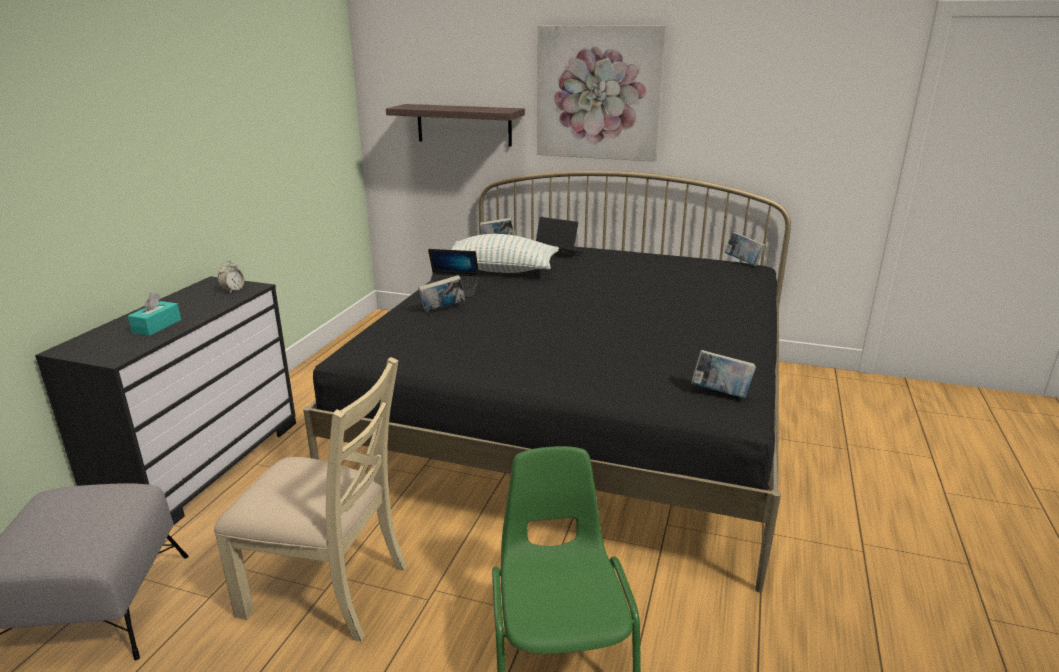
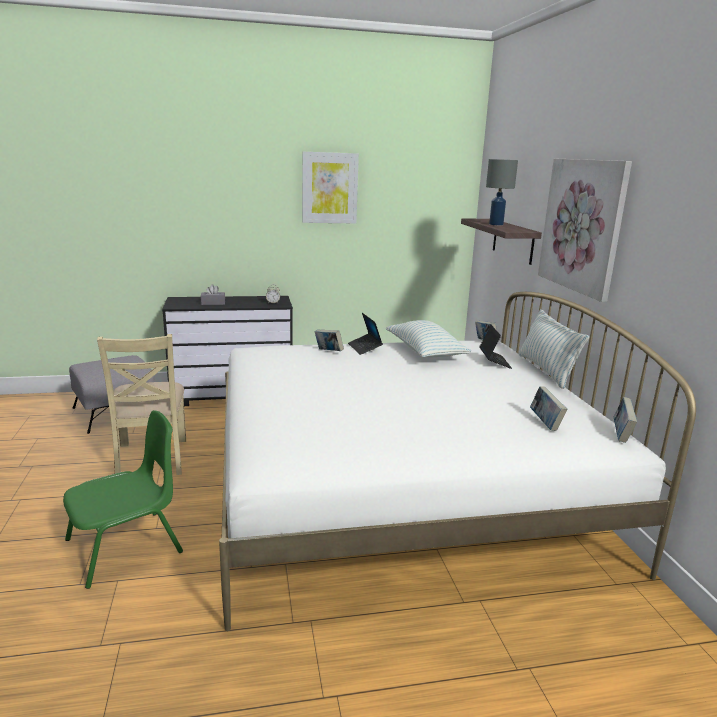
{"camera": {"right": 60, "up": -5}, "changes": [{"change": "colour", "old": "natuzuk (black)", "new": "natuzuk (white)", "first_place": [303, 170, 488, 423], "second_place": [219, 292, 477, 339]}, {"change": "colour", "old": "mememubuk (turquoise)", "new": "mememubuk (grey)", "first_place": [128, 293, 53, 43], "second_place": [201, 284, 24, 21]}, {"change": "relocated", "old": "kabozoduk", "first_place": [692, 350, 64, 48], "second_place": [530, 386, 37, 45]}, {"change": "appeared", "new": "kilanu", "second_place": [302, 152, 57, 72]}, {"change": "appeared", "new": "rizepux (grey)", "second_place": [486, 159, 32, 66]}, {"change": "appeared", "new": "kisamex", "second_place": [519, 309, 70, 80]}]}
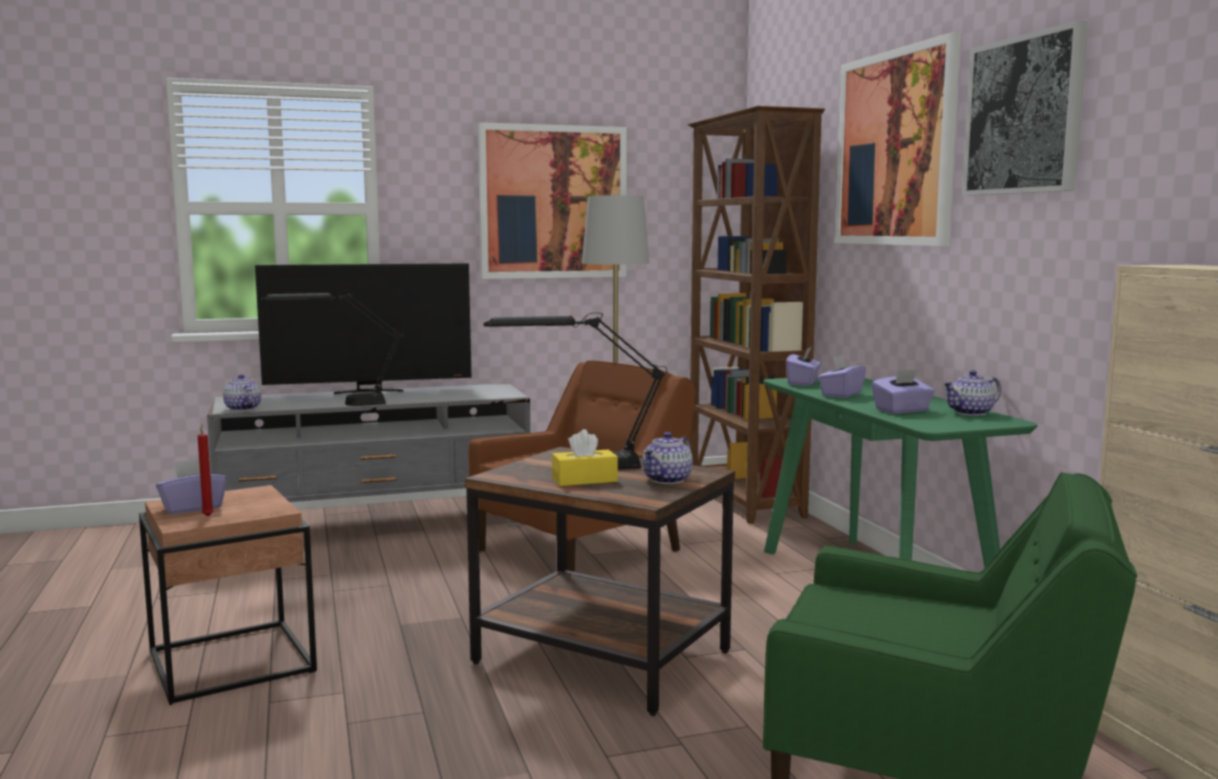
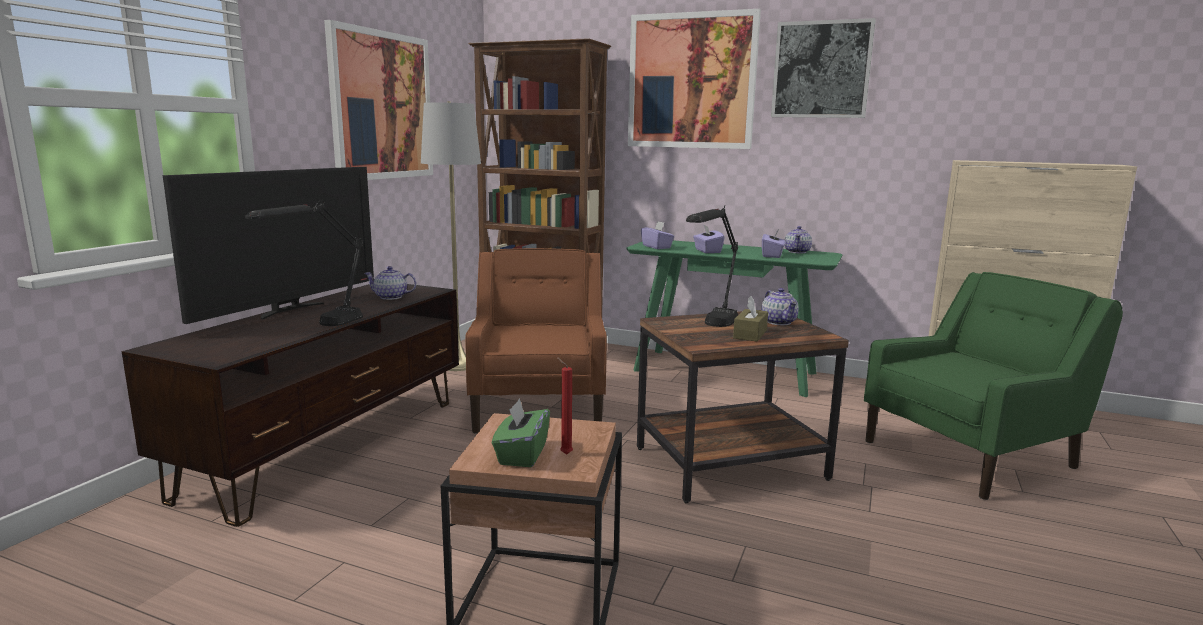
{"camera": {"right": -50, "up": 5}, "changes": [{"change": "relocated", "old": "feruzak", "first_place": [223, 374, 38, 37], "second_place": [364, 266, 53, 34]}, {"change": "colour", "old": "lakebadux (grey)", "new": "lakebadux (brown)", "first_place": [207, 383, 323, 143], "second_place": [122, 284, 337, 243]}, {"change": "colour", "old": "mememubuk (yellow)", "new": "mememubuk (brown)", "first_place": [552, 429, 66, 57], "second_place": [733, 296, 35, 46]}, {"change": "colour", "old": "mememubuk (purple)", "new": "mememubuk (green)", "first_place": [156, 460, 71, 54], "second_place": [492, 398, 58, 69]}]}
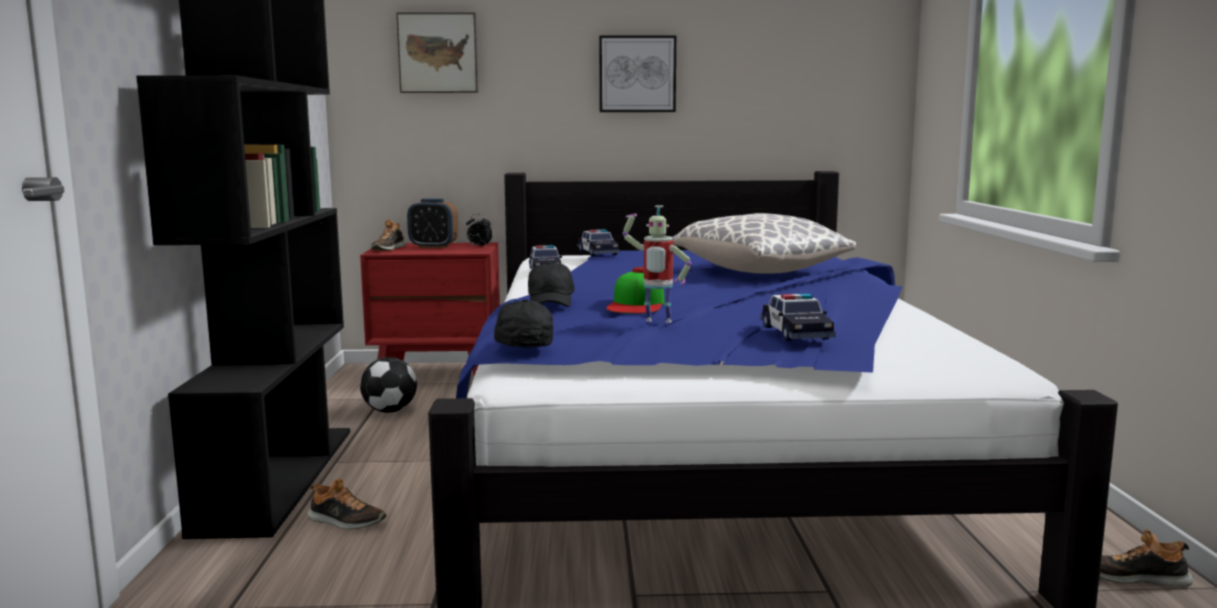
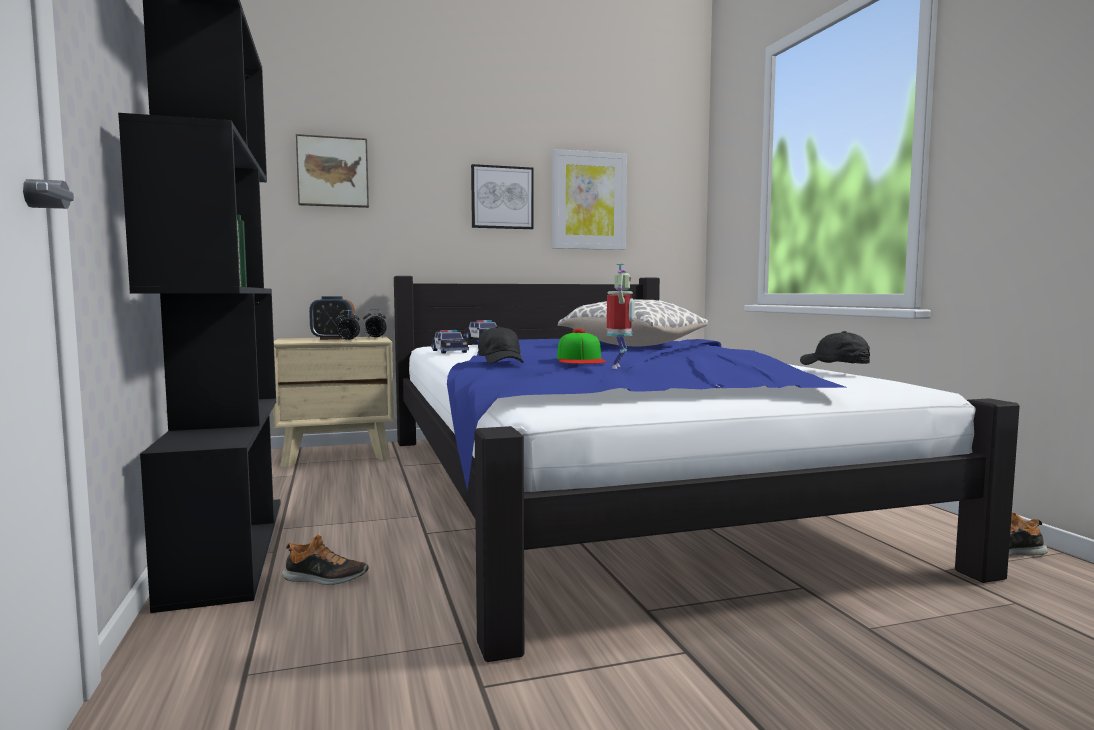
{"camera": {"right": -15, "up": -5}, "changes": [{"change": "spun", "old": "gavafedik", "first_place": [622, 206, 70, 117], "second_place": [607, 264, 28, 105], "degrees": -75}, {"change": "missing", "old": "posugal", "first_place": [371, 219, 35, 32]}, {"change": "colour", "old": "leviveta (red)", "new": "leviveta (beige)", "first_place": [360, 242, 140, 134], "second_place": [273, 336, 121, 131]}, {"change": "missing", "old": "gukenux", "first_place": [760, 293, 76, 48]}, {"change": "relocated", "old": "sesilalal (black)", "first_place": [494, 299, 59, 49], "second_place": [800, 331, 70, 34]}, {"change": "missing", "old": "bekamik", "first_place": [360, 357, 57, 56]}, {"change": "appeared", "new": "kilanu", "second_place": [552, 149, 75, 101]}, {"change": "appeared", "new": "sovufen", "second_place": [335, 310, 25, 31]}]}
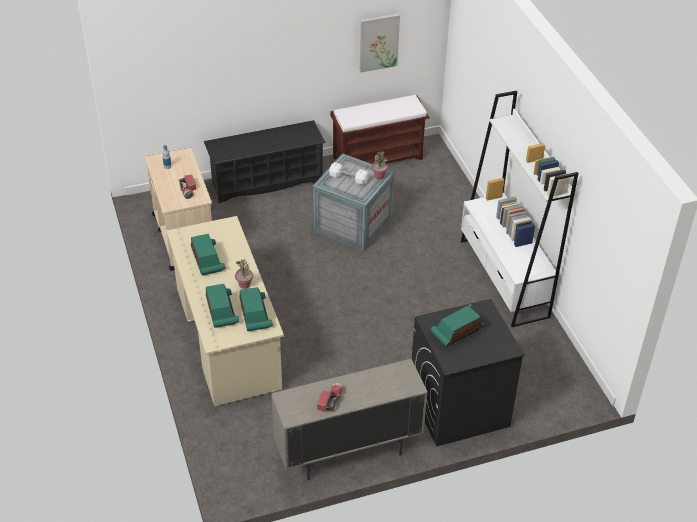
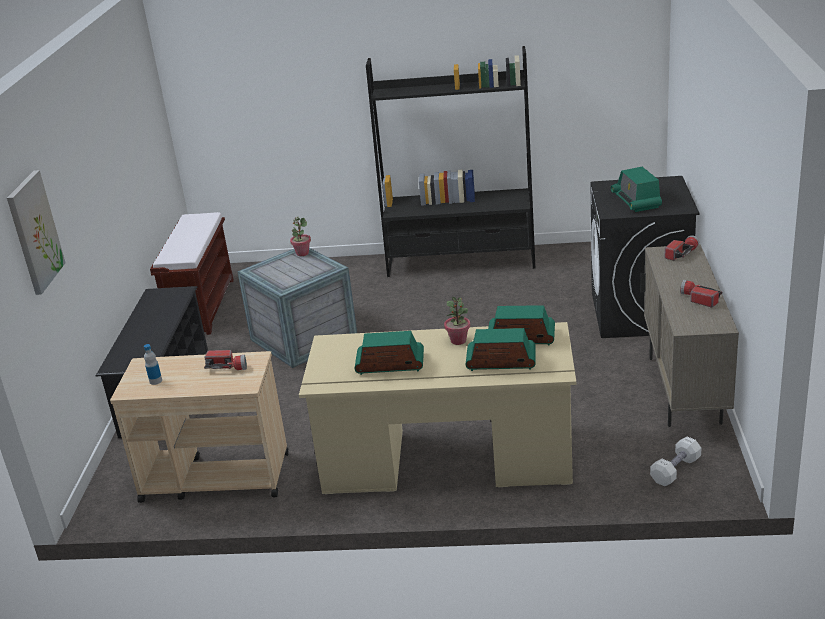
{"camera": {"right": -65, "up": -15}, "changes": [{"change": "relocated", "old": "kilanu", "first_place": [360, 14, 40, 59], "second_place": [7, 170, 59, 125]}, {"change": "colour", "old": "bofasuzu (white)", "new": "bofasuzu (black)", "first_place": [461, 91, 118, 236], "second_place": [366, 46, 169, 231]}, {"change": "relocated", "old": "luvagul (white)", "first_place": [329, 162, 39, 23], "second_place": [650, 436, 52, 50]}, {"change": "appeared", "new": "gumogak", "second_place": [664, 235, 35, 26]}]}
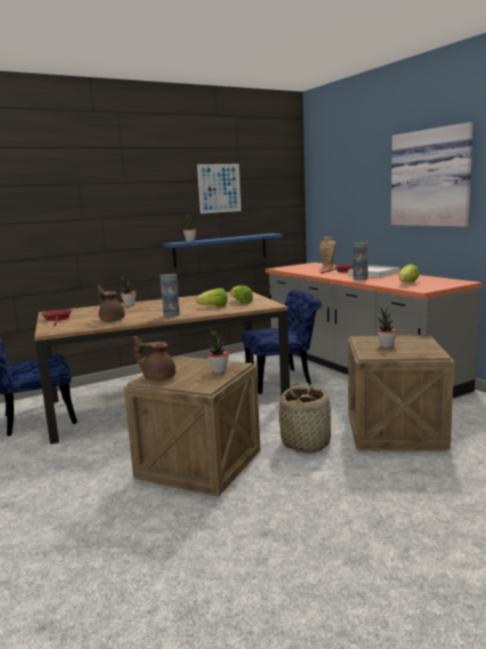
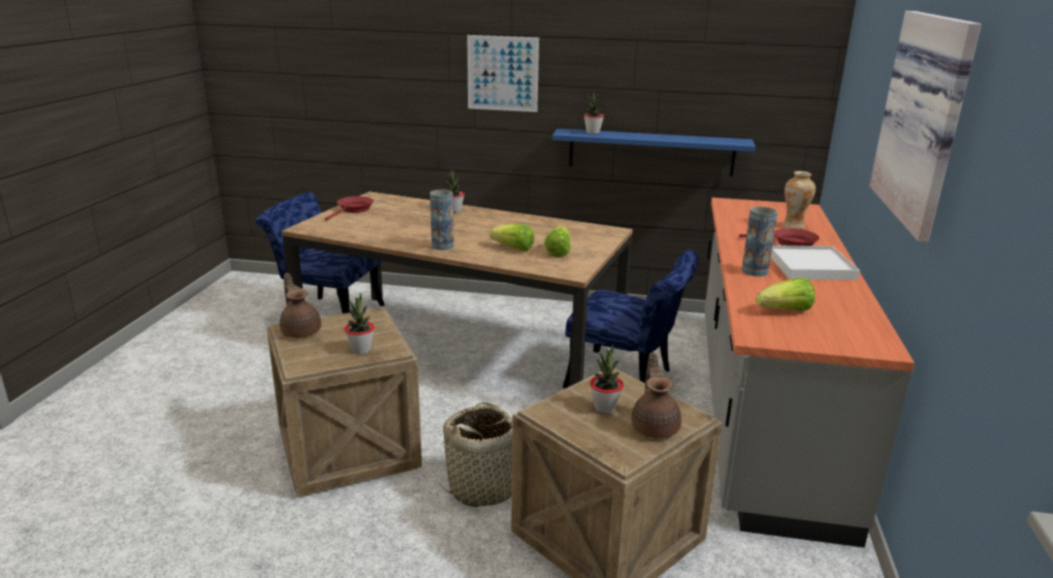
{"camera": {"right": 40, "up": 10}, "changes": [{"change": "relocated", "old": "kilanu", "first_place": [197, 164, 44, 50], "second_place": [467, 35, 72, 77]}, {"change": "relocated", "old": "feruzak (brown)", "first_place": [98, 285, 27, 37], "second_place": [631, 352, 50, 86]}]}
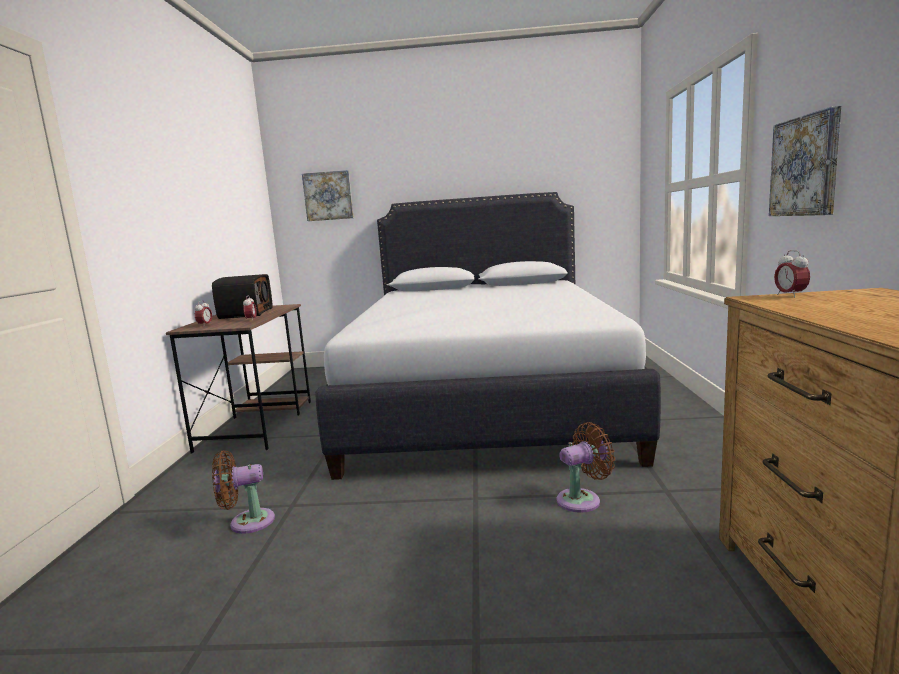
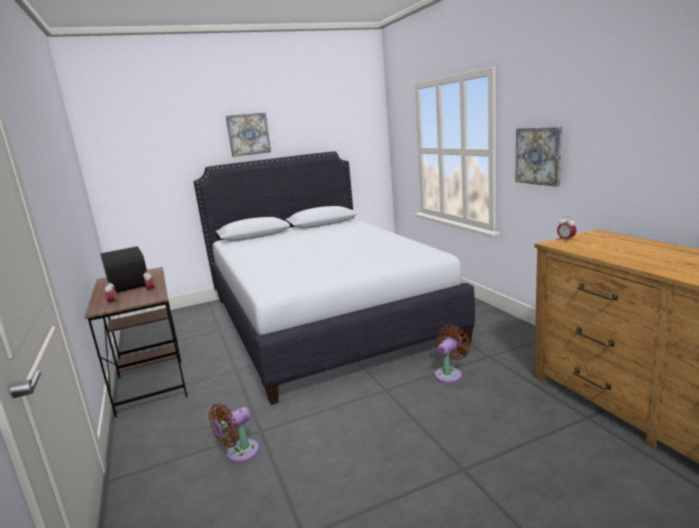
{"camera": {"right": -25, "up": 5}, "changes": [{"change": "relocated", "old": "kilanu", "first_place": [302, 170, 52, 51], "second_place": [226, 113, 45, 44]}]}
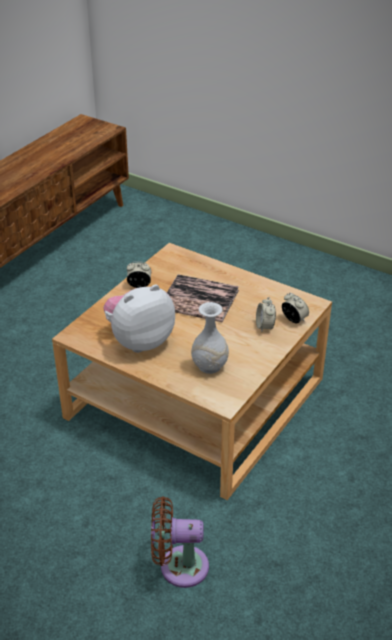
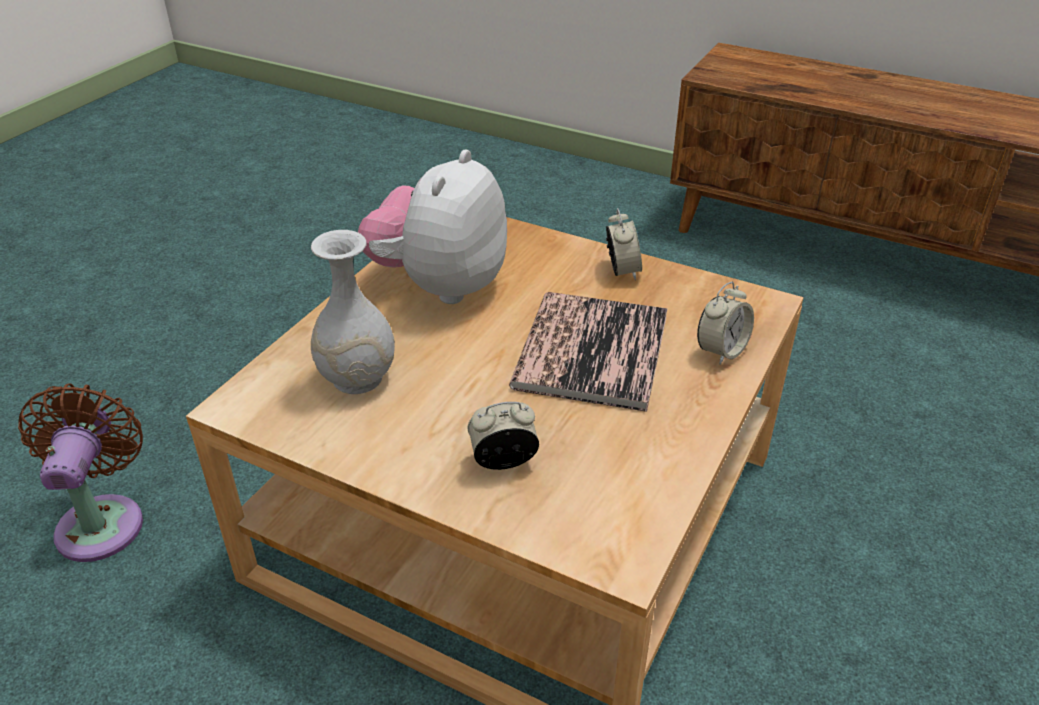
{"camera": {"right": 85, "up": 0}, "changes": [{"change": "spun", "old": "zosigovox", "first_place": [103, 284, 72, 69], "second_place": [358, 149, 149, 155], "degrees": -120}, {"change": "relocated", "old": "sovufen", "first_place": [282, 293, 27, 31], "second_place": [697, 282, 57, 83]}]}
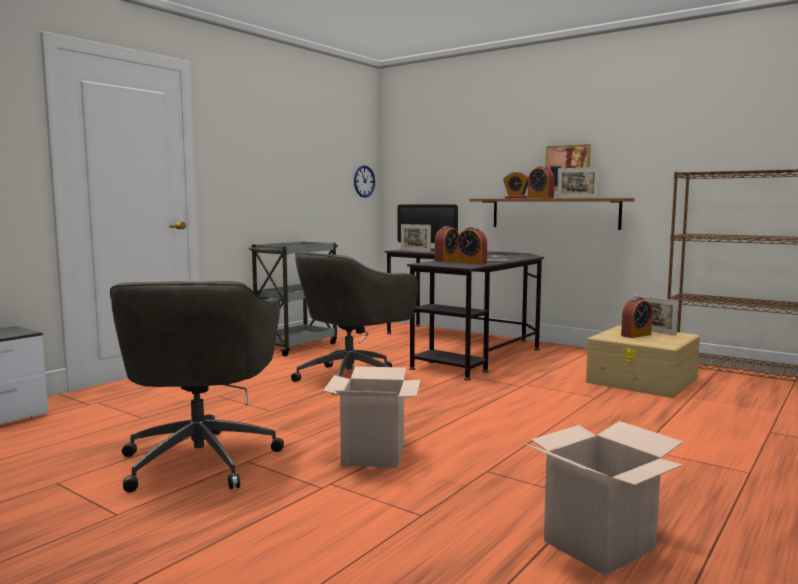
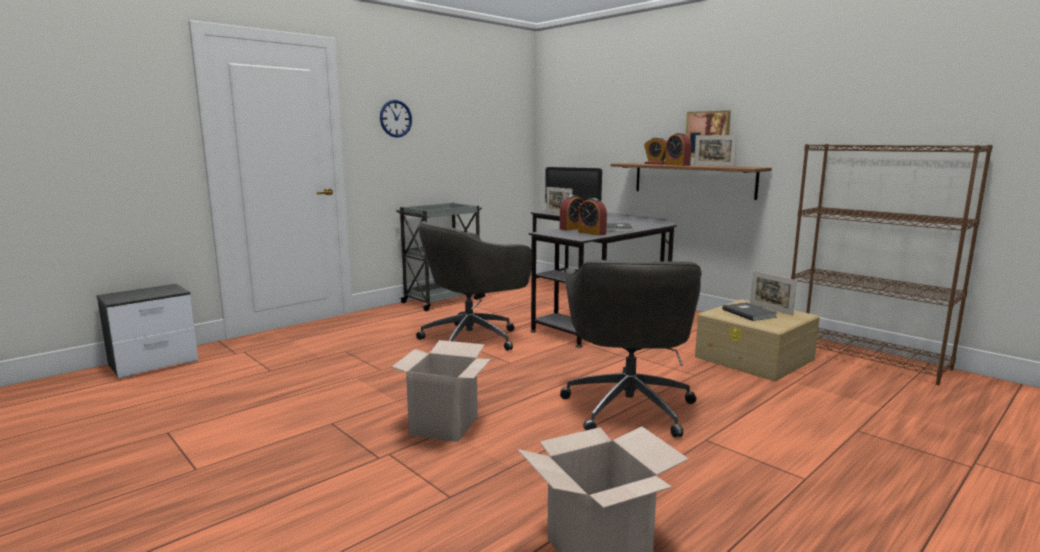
{"camera": {"right": 10, "up": 5}, "changes": [{"change": "relocated", "old": "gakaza", "first_place": [354, 165, 21, 33], "second_place": [380, 100, 32, 38]}, {"change": "relocated", "old": "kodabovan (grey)", "first_place": [110, 281, 174, 211], "second_place": [560, 260, 142, 177]}, {"change": "exchanged", "old": "sovufen", "new": "kabozoduk (grey)", "first_place": [621, 297, 31, 41], "second_place": [722, 302, 56, 19]}]}
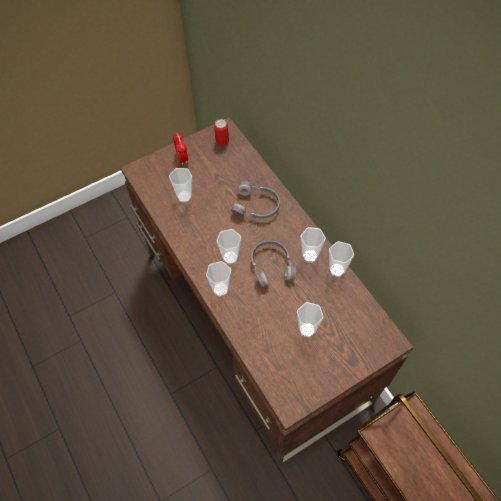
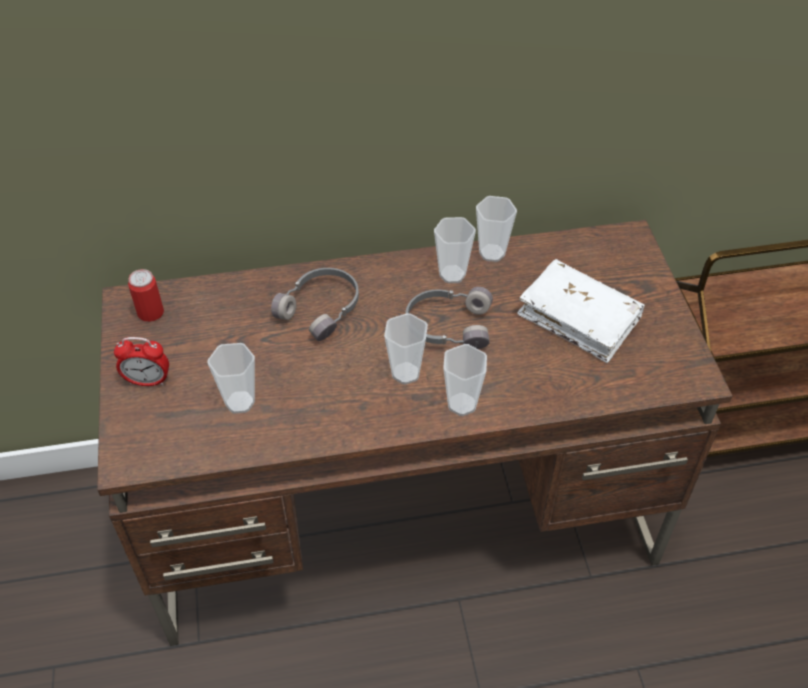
{"camera": {"right": -70, "up": -10}, "changes": [{"change": "exchanged", "old": "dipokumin", "new": "kabozoduk (white)", "first_place": [297, 302, 27, 36], "second_place": [517, 259, 127, 104]}]}
